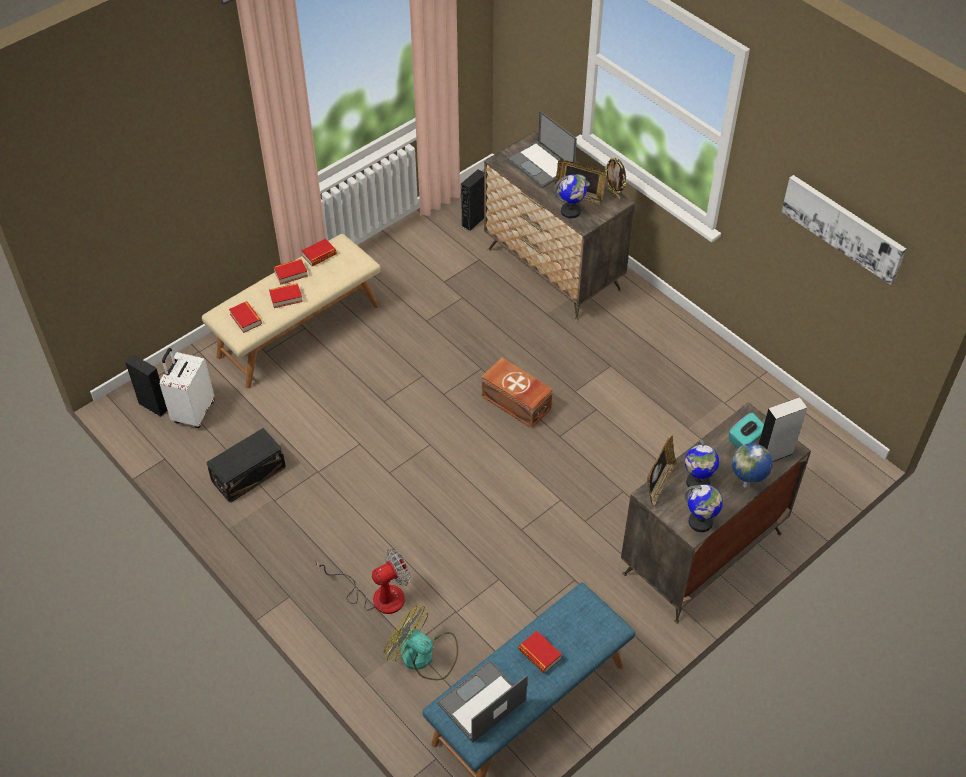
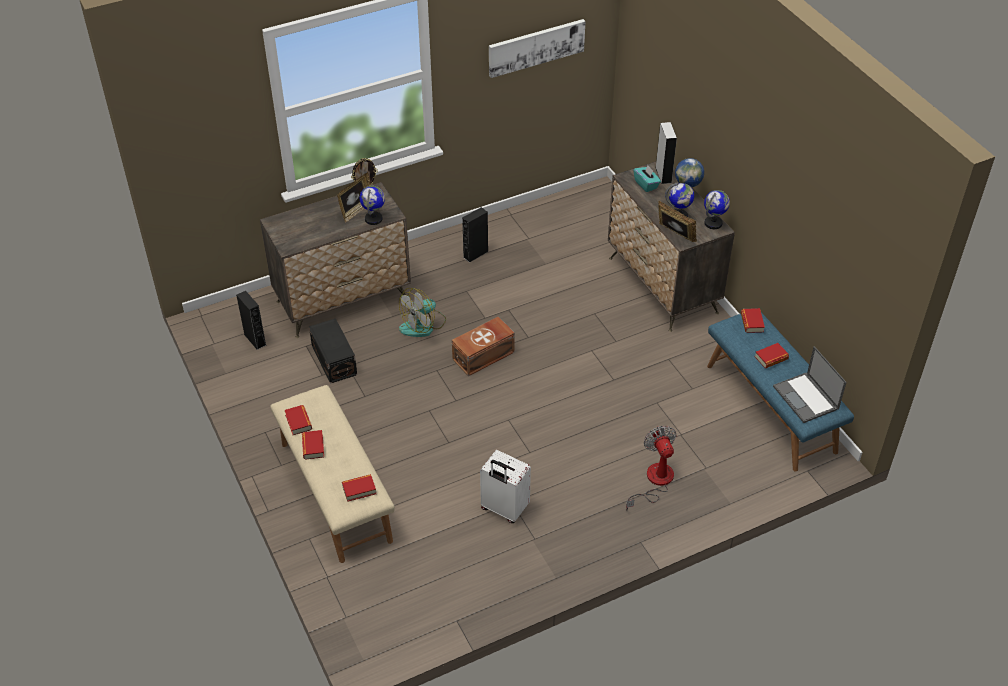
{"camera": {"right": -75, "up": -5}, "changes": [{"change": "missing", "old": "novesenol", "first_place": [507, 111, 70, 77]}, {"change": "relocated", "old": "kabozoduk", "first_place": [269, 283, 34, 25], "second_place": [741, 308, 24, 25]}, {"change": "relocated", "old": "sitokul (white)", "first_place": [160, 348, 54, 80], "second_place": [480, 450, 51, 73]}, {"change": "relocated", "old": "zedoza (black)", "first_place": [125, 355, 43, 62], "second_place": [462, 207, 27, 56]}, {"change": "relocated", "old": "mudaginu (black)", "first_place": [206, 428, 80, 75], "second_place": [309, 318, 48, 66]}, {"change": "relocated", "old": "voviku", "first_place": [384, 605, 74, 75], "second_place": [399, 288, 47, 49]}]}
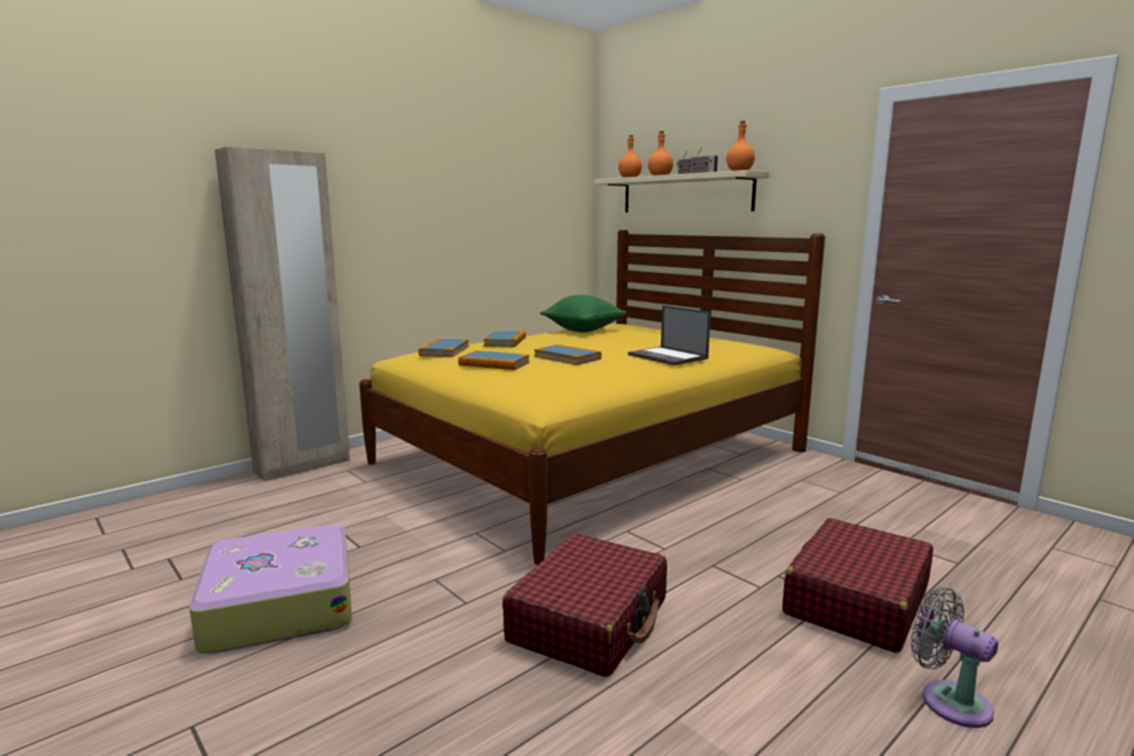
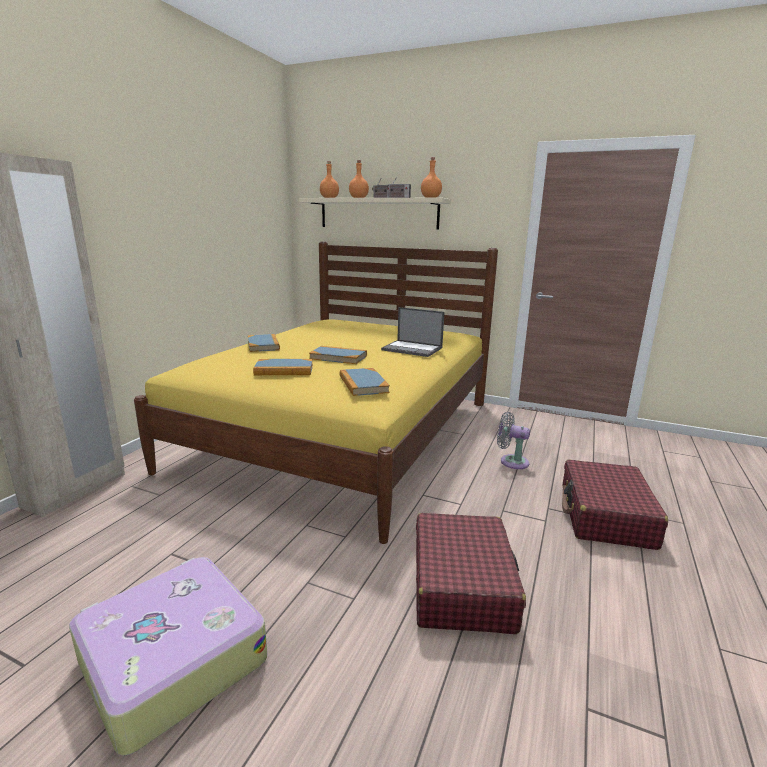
{"camera": {"right": -25, "up": 5}, "changes": [{"change": "missing", "old": "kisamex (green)", "first_place": [540, 295, 87, 37]}, {"change": "relocated", "old": "kabozoduk", "first_place": [418, 339, 51, 18], "second_place": [340, 368, 50, 28]}, {"change": "relocated", "old": "voviku (grey)", "first_place": [911, 587, 87, 141], "second_place": [497, 412, 33, 57]}]}
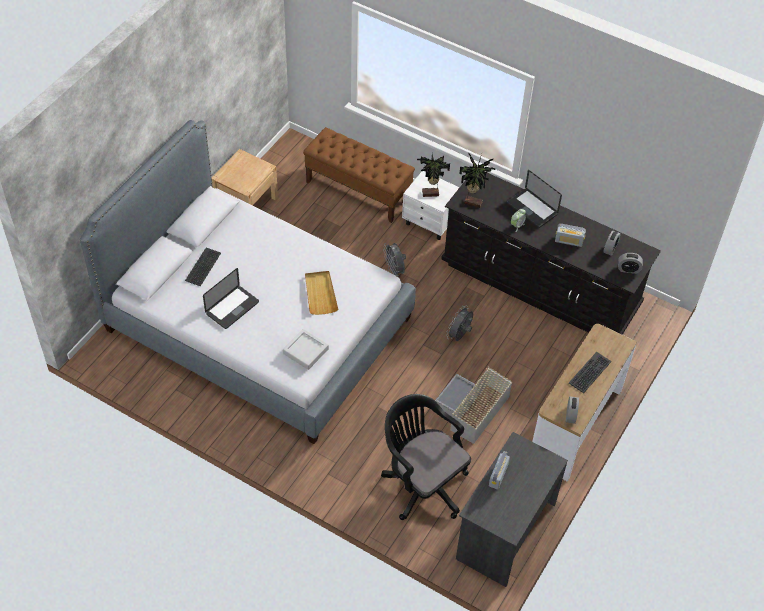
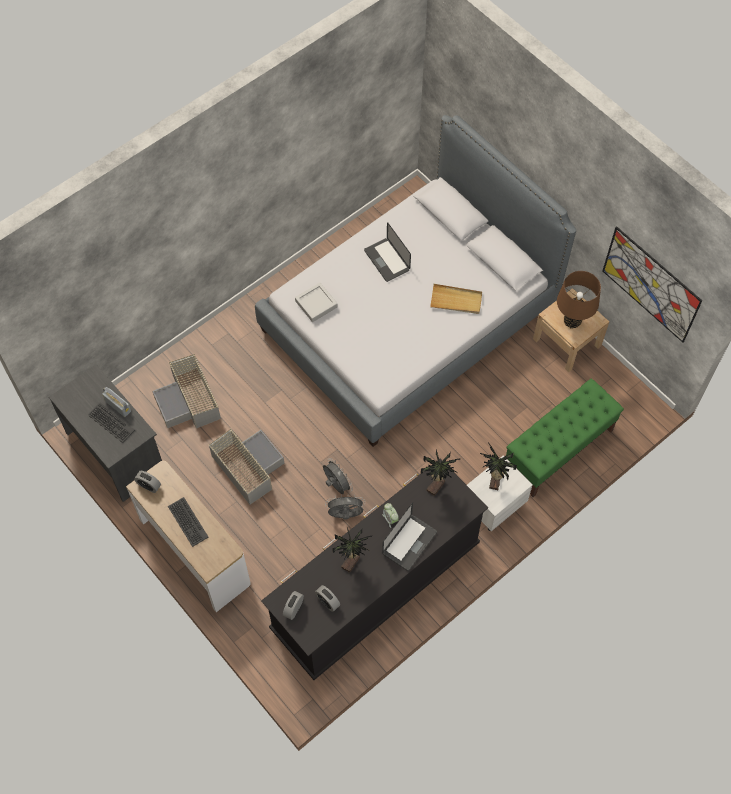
{"camera": {"right": 110, "up": 10}, "changes": [{"change": "colour", "old": "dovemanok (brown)", "new": "dovemanok (green)", "first_place": [303, 127, 112, 96], "second_place": [506, 378, 118, 119]}, {"change": "spun", "old": "novesenol", "first_place": [507, 170, 55, 58], "second_place": [382, 503, 55, 68], "degrees": 150}, {"change": "exchanged", "old": "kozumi", "new": "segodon", "first_place": [555, 224, 31, 23], "second_place": [332, 527, 40, 46]}, {"change": "relocated", "old": "voviku (grey)", "first_place": [383, 243, 23, 33], "second_place": [325, 494, 40, 26]}, {"change": "relocated", "old": "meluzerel", "first_place": [185, 248, 36, 38], "second_place": [88, 403, 47, 40]}, {"change": "relocated", "old": "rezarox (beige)", "first_place": [305, 271, 33, 44], "second_place": [430, 284, 52, 30]}, {"change": "exchanged", "old": "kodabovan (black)", "new": "mudaginu (grey)", "first_place": [381, 394, 90, 126], "second_place": [153, 354, 68, 75]}, {"change": "appeared", "new": "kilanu", "second_place": [602, 226, 100, 117]}, {"change": "appeared", "new": "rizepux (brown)", "second_place": [557, 271, 44, 58]}]}
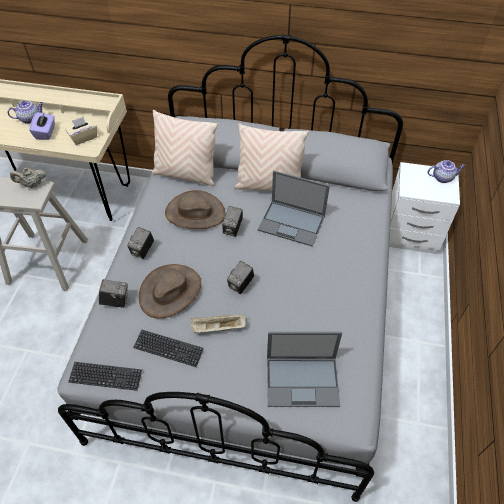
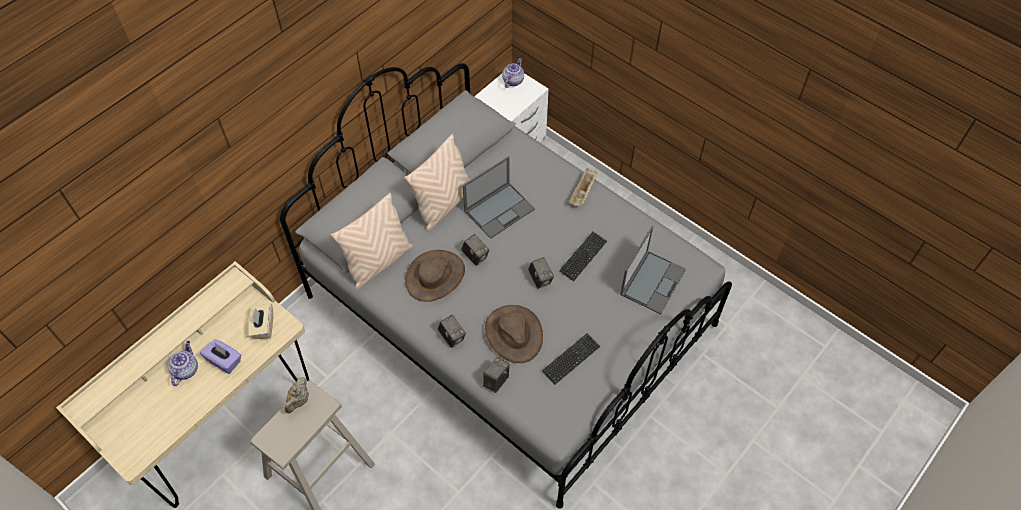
{"camera": {"right": -60, "up": 5}, "changes": [{"change": "relocated", "old": "rezarox (beige)", "first_place": [191, 314, 55, 19], "second_place": [569, 169, 28, 37]}, {"change": "relocated", "old": "meluzerel", "first_place": [68, 362, 74, 29], "second_place": [559, 232, 48, 49]}]}
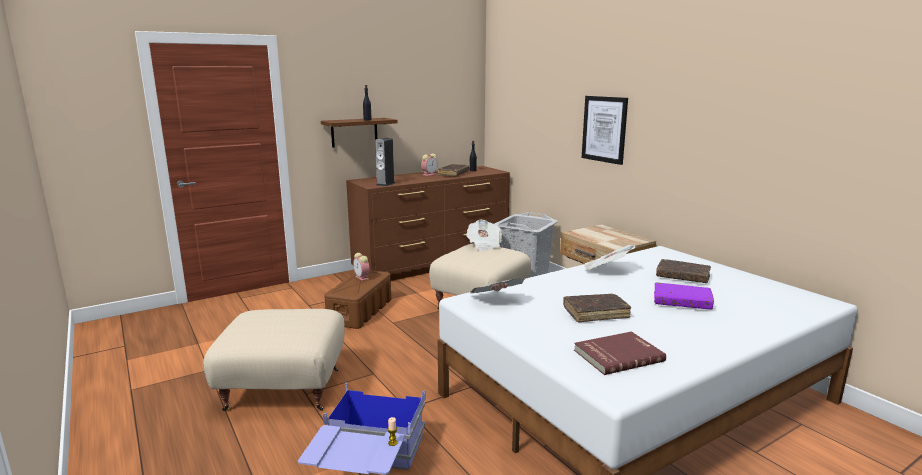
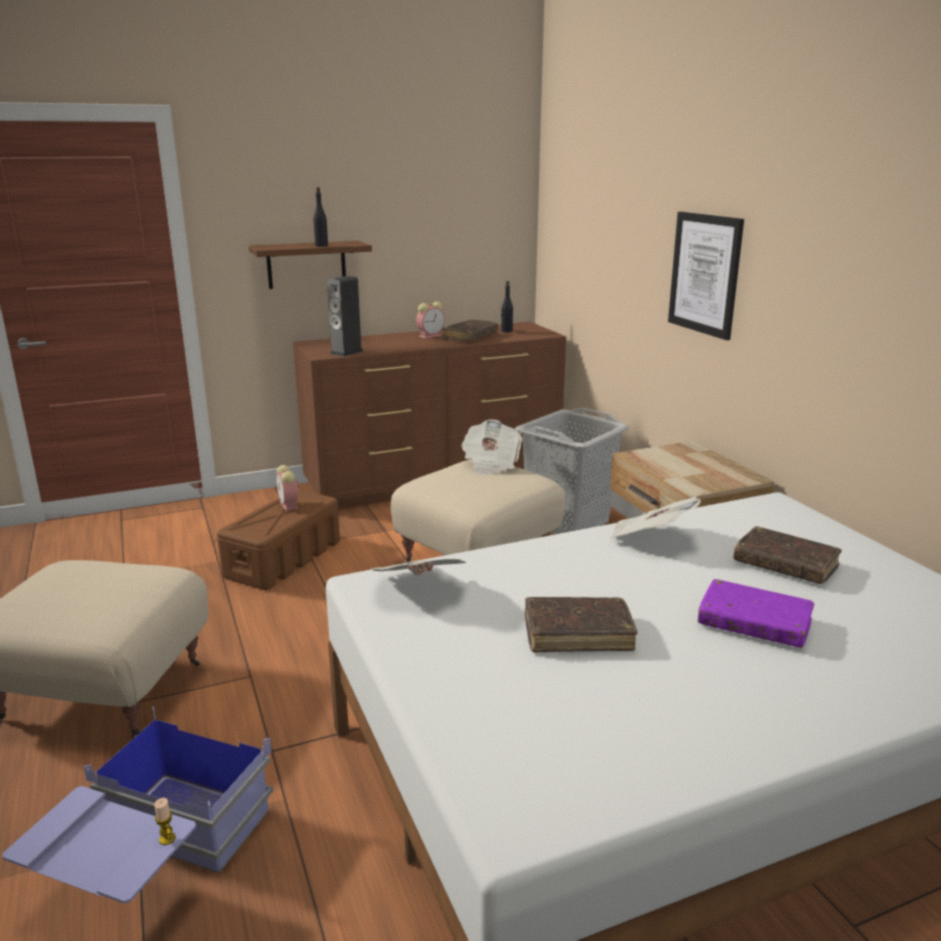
{"camera": {"right": 10, "up": 5}, "changes": [{"change": "missing", "old": "kabozoduk (red)", "first_place": [574, 331, 92, 44]}]}
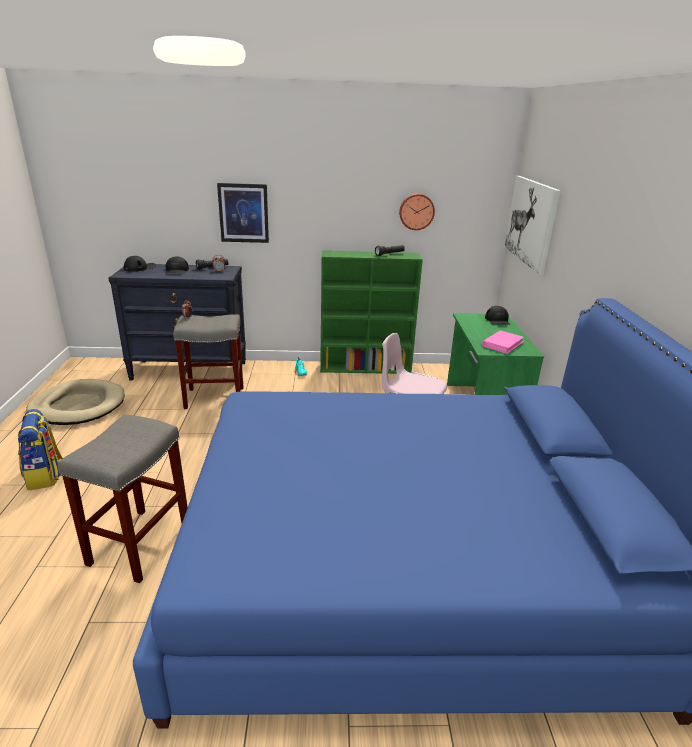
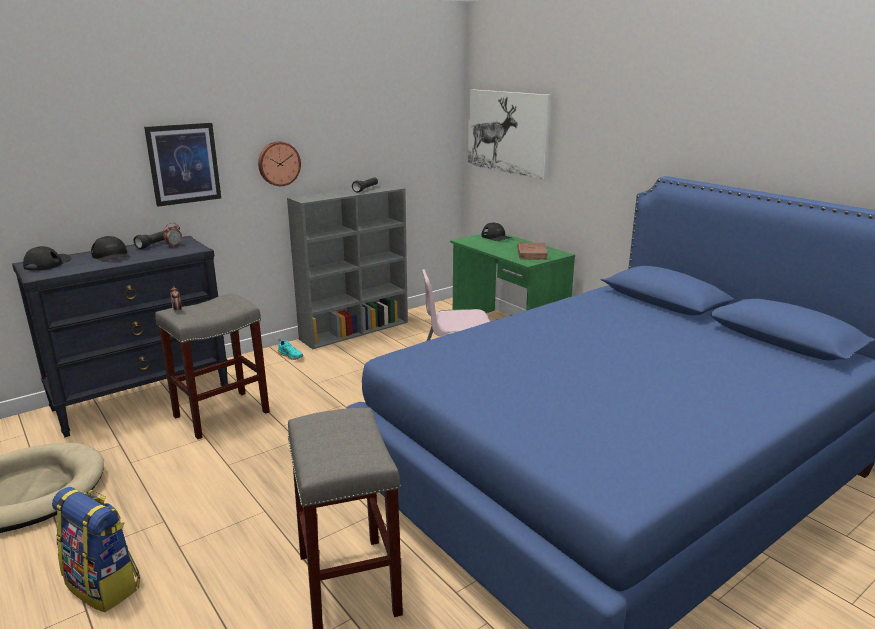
{"camera": {"right": -35, "up": -5}, "changes": [{"change": "relocated", "old": "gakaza", "first_place": [399, 194, 36, 36], "second_place": [258, 142, 43, 44]}, {"change": "colour", "old": "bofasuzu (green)", "new": "bofasuzu (grey)", "first_place": [320, 250, 103, 124], "second_place": [287, 184, 121, 165]}, {"change": "colour", "old": "kabozoduk (pink)", "new": "kabozoduk (brown)", "first_place": [482, 330, 42, 24], "second_place": [517, 242, 31, 18]}]}
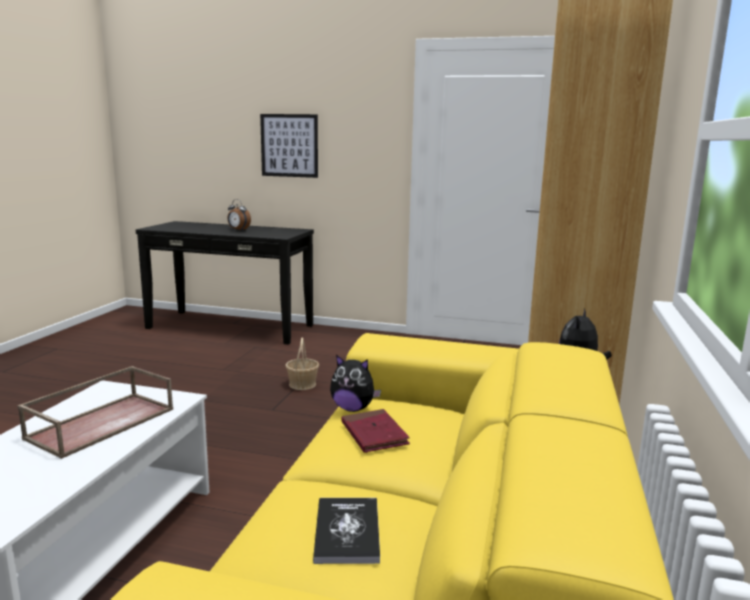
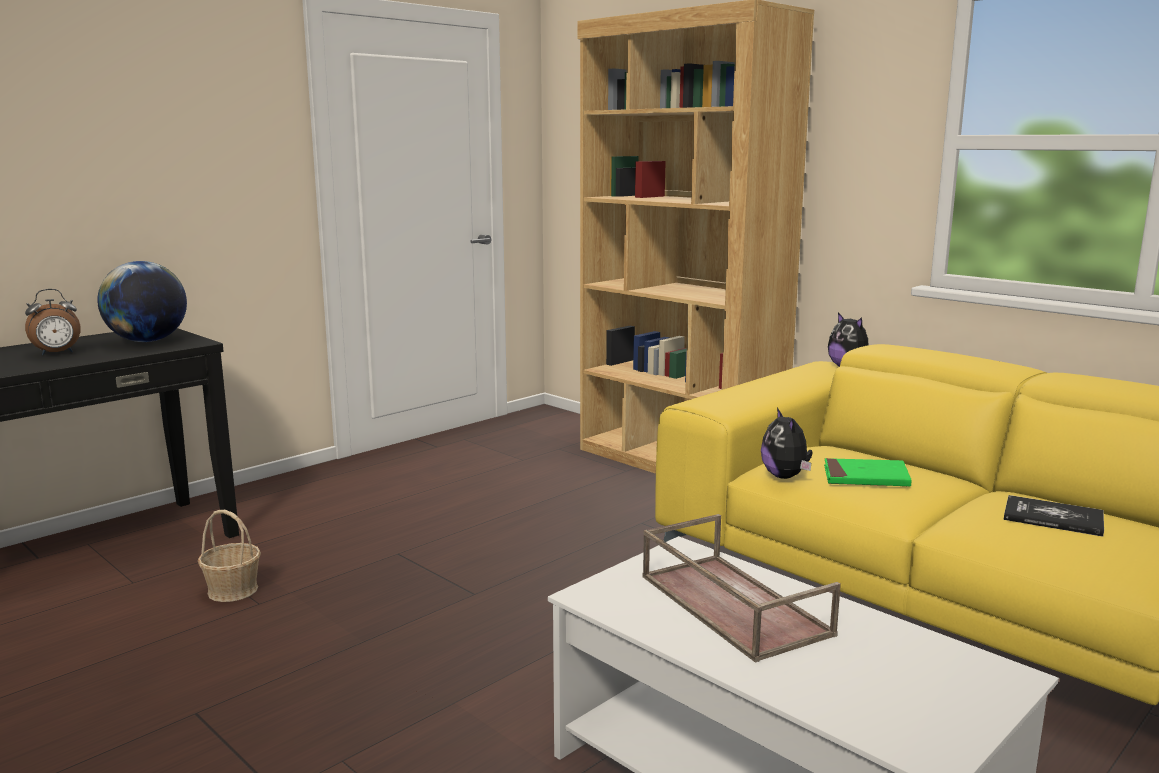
{"camera": {"right": -60, "up": 0}, "changes": [{"change": "missing", "old": "kilanu", "first_place": [260, 114, 58, 64]}, {"change": "relocated", "old": "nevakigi", "first_place": [285, 338, 34, 52], "second_place": [198, 510, 63, 92]}, {"change": "spun", "old": "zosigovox", "first_place": [330, 355, 51, 57], "second_place": [761, 408, 52, 71], "degrees": 120}, {"change": "colour", "old": "kabozoduk (red)", "new": "kabozoduk (green)", "first_place": [341, 409, 69, 44], "second_place": [824, 458, 88, 29]}, {"change": "appeared", "new": "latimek", "second_place": [97, 261, 90, 81]}]}
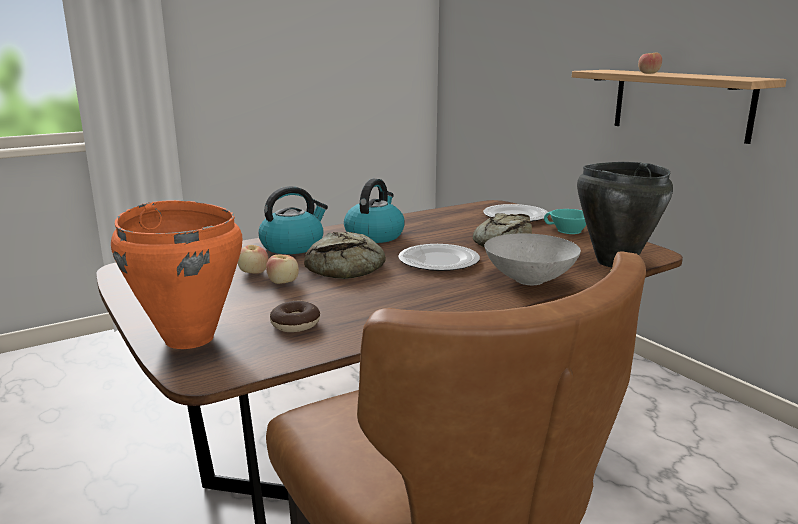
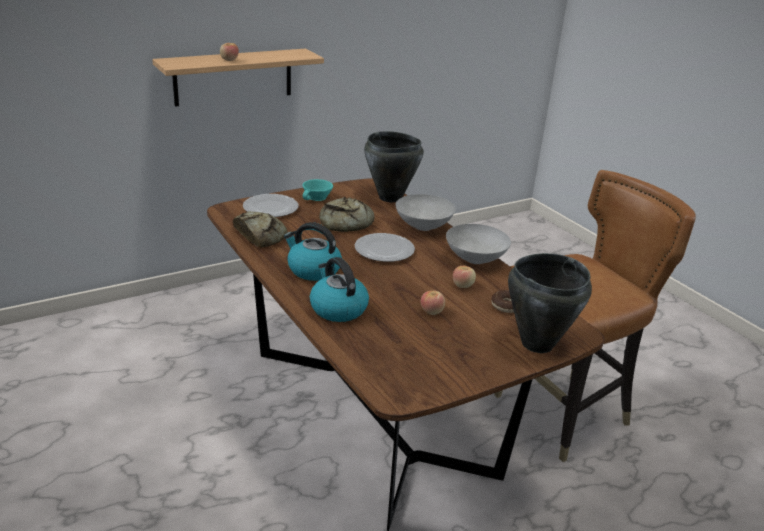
{"camera": {"right": -90, "up": 10}, "changes": [{"change": "colour", "old": "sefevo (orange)", "new": "sefevo (black)", "first_place": [111, 200, 131, 149], "second_place": [508, 253, 84, 100]}, {"change": "relocated", "old": "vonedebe", "first_place": [304, 232, 82, 47], "second_place": [233, 211, 54, 37]}, {"change": "relocated", "old": "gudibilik", "first_place": [238, 245, 30, 29], "second_place": [453, 265, 23, 23]}, {"change": "appeared", "new": "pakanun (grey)", "second_place": [446, 224, 65, 40]}]}
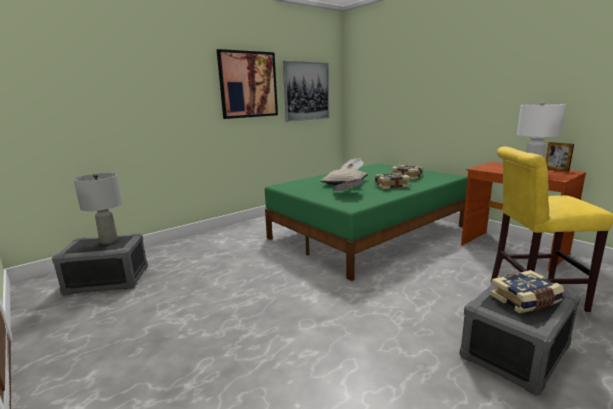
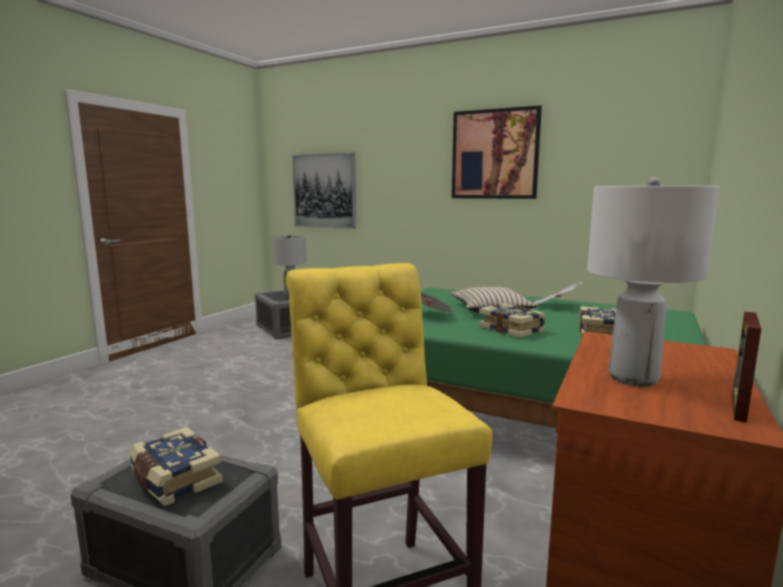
{"camera": {"right": 65, "up": -5}, "changes": [{"change": "relocated", "old": "kilanu", "first_place": [283, 61, 46, 61], "second_place": [292, 152, 64, 77]}]}
